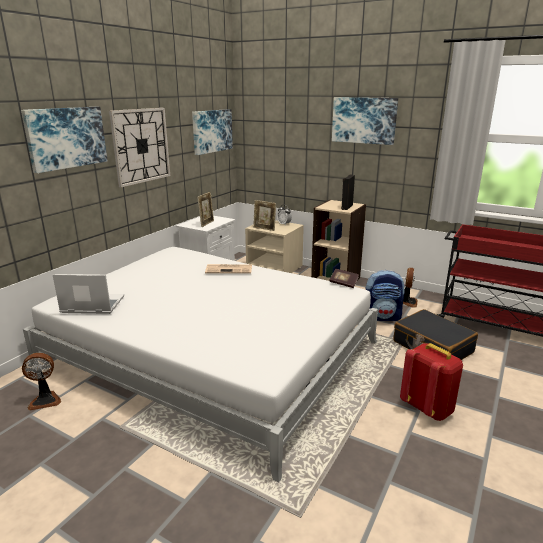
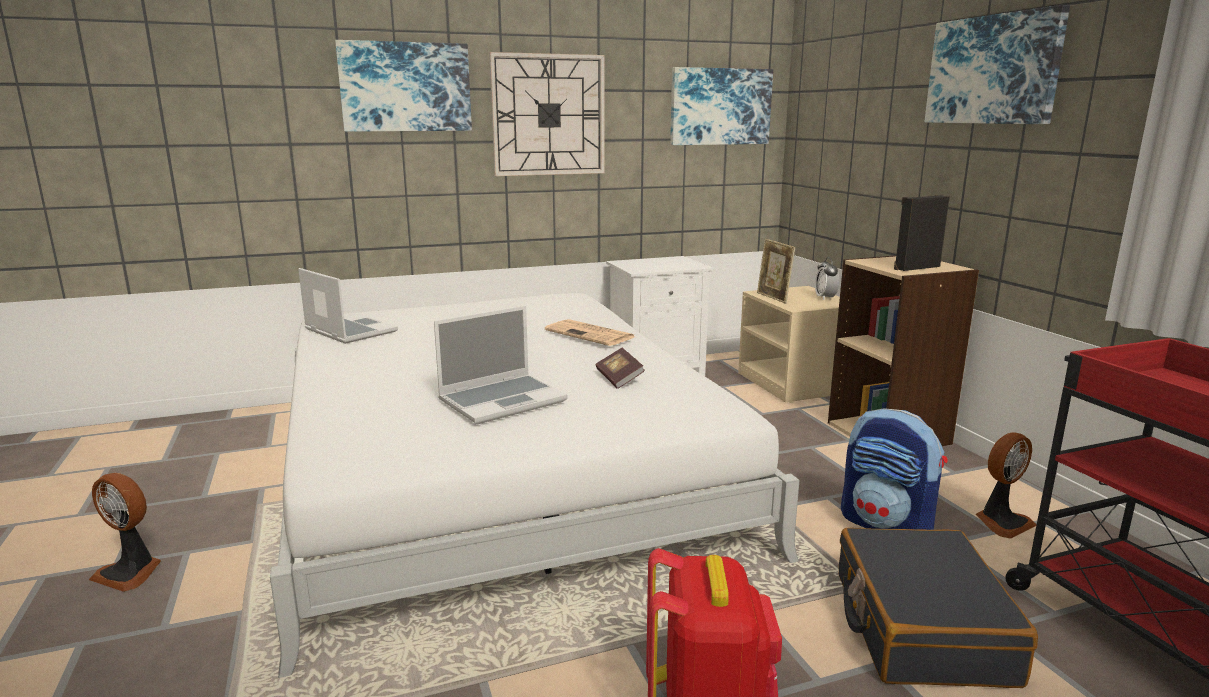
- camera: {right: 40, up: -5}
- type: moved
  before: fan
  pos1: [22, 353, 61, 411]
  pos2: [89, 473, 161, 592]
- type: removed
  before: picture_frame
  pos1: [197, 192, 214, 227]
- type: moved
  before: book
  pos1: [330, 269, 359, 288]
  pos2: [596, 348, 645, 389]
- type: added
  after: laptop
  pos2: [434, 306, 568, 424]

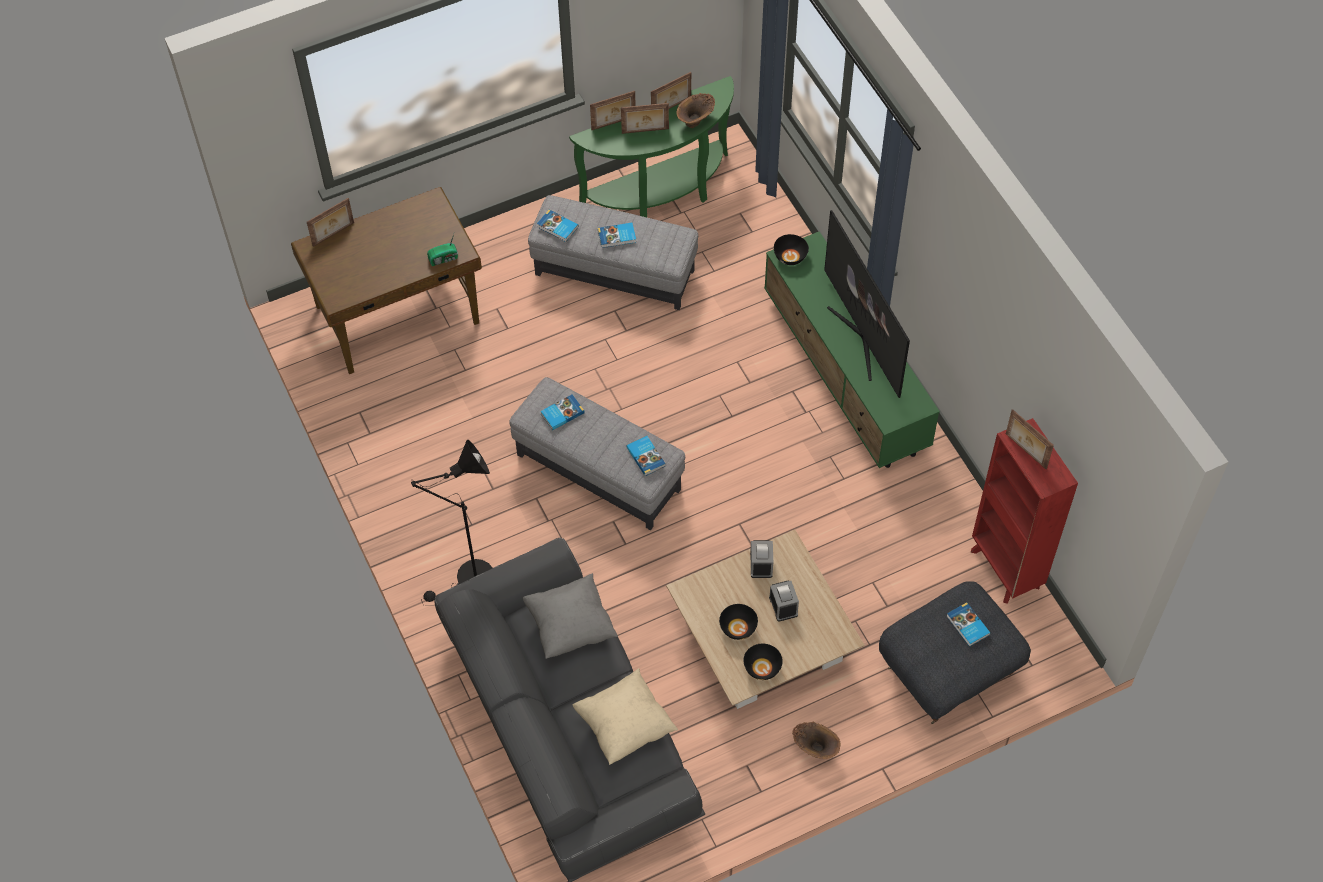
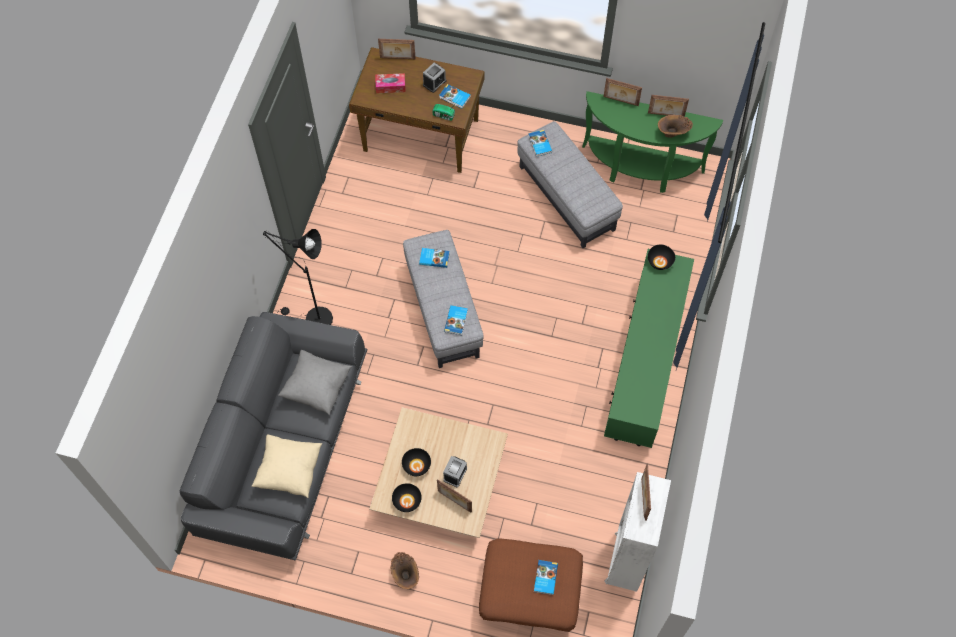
- camera: {right: 40, up: 5}
- type: moved
  before: book
  pos1: [598, 223, 636, 248]
  pos2: [439, 84, 471, 108]
- type: moved
  before: picture_frame
  pos1: [621, 103, 669, 134]
  pos2: [437, 479, 472, 513]
- type: moved
  before: alarm_clock
  pos1: [750, 540, 773, 578]
  pos2: [423, 63, 446, 93]
- type: removed
  before: television
  pos1: [824, 210, 910, 398]
- type: recoloured
  before: grey_ottoman
  after: brown_ottoman
  pos1: [879, 581, 1031, 724]
  pos2: [479, 539, 583, 632]
- type: recoloured
  before: red_bookcase
  after: white_bookcase
  pos1: [971, 418, 1078, 604]
  pos2: [605, 472, 671, 592]
- type: added
  after: tissue_box
  pos2: [375, 73, 406, 93]

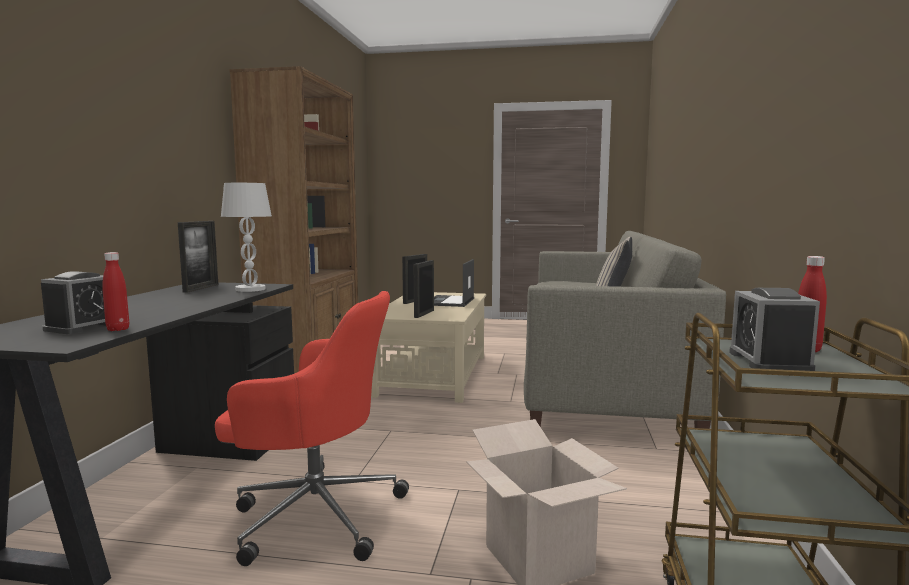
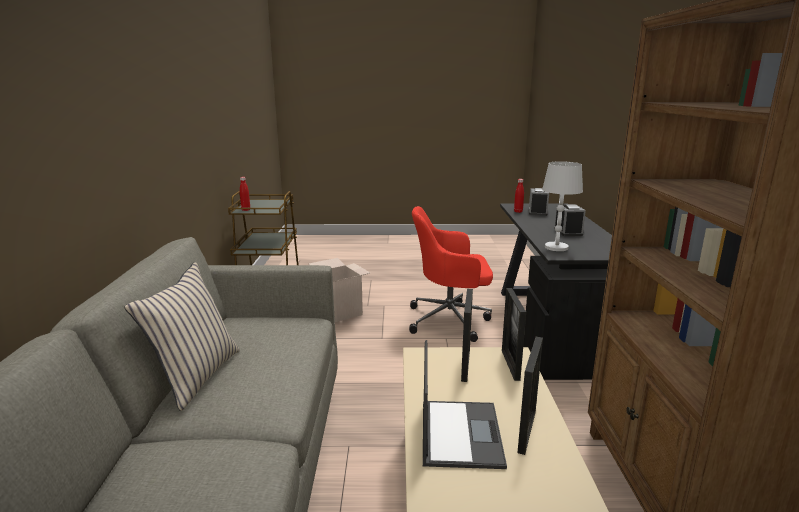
- camera: {right: 170, up: 10}
- type: moved
  before: picture_frame
  pos1: [178, 221, 218, 293]
  pos2: [502, 288, 526, 381]
- type: moved
  before: alarm_clock
  pos1: [729, 288, 820, 371]
  pos2: [554, 204, 586, 236]

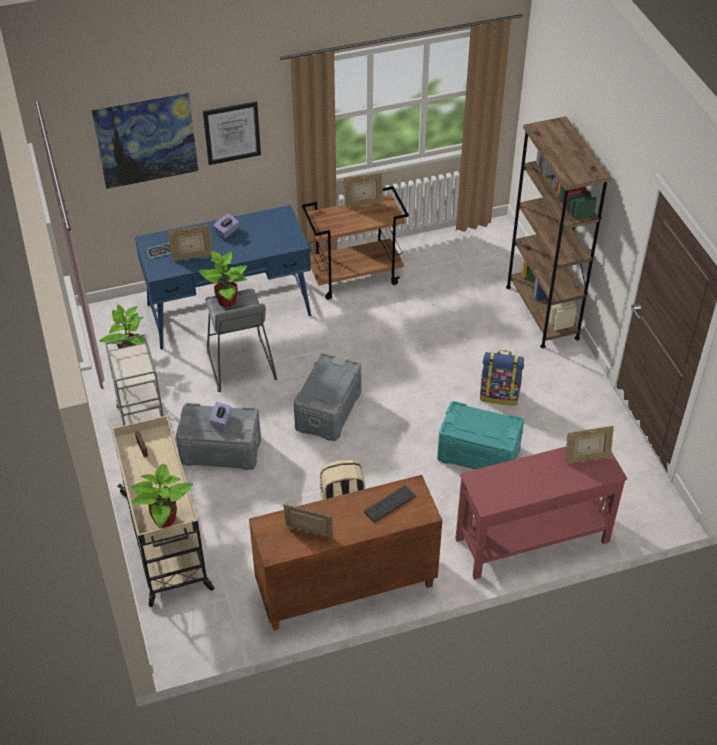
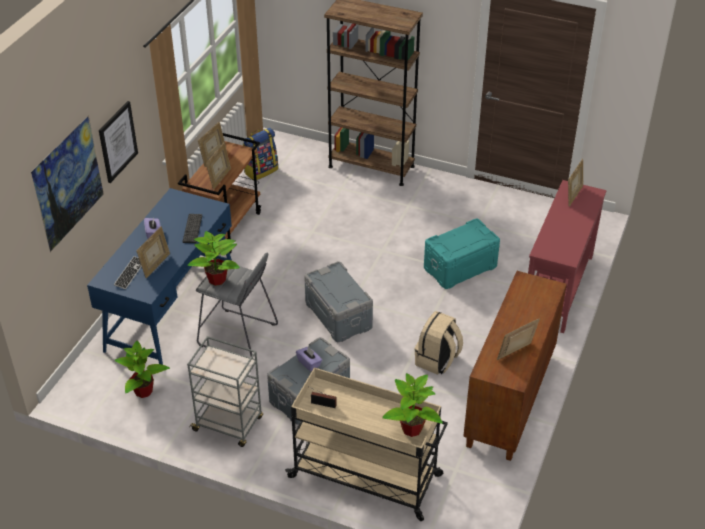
- camera: {right: -50, up: -5}
- type: moved
  before: keyboard
  pos1: [364, 485, 416, 523]
  pos2: [183, 214, 202, 243]
- type: moved
  before: backpack
  pos1: [480, 350, 524, 405]
  pos2: [243, 128, 278, 180]
- type: added
  after: picture_frame
  pos2: [206, 143, 231, 190]

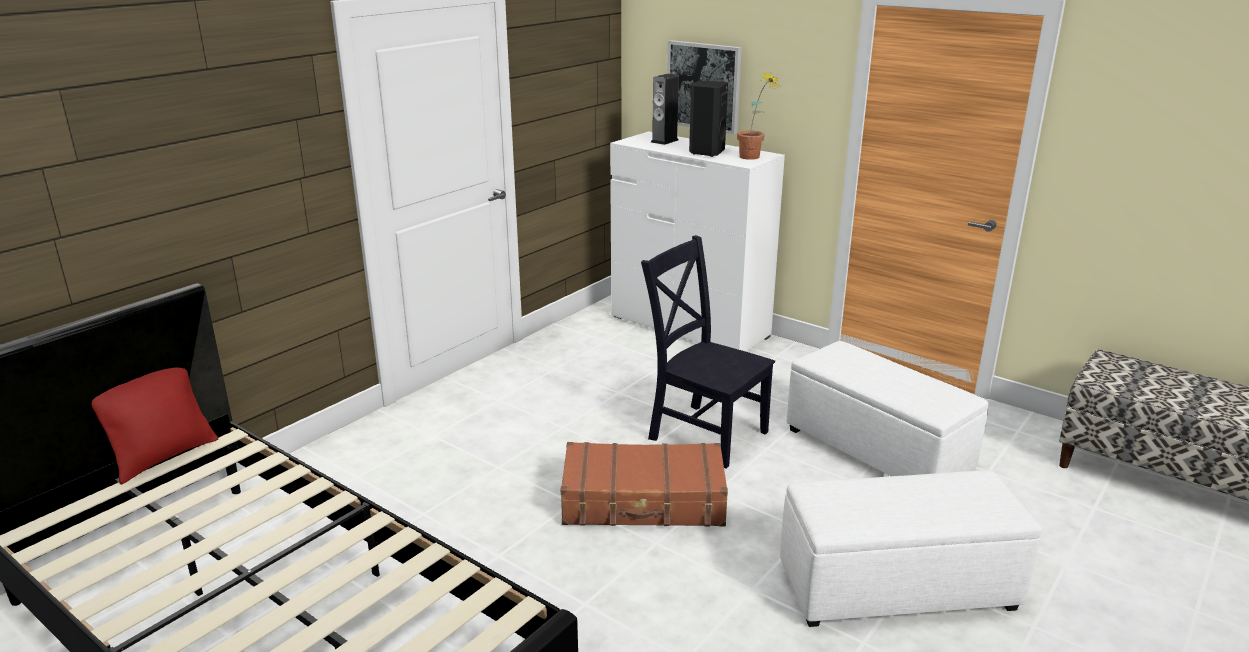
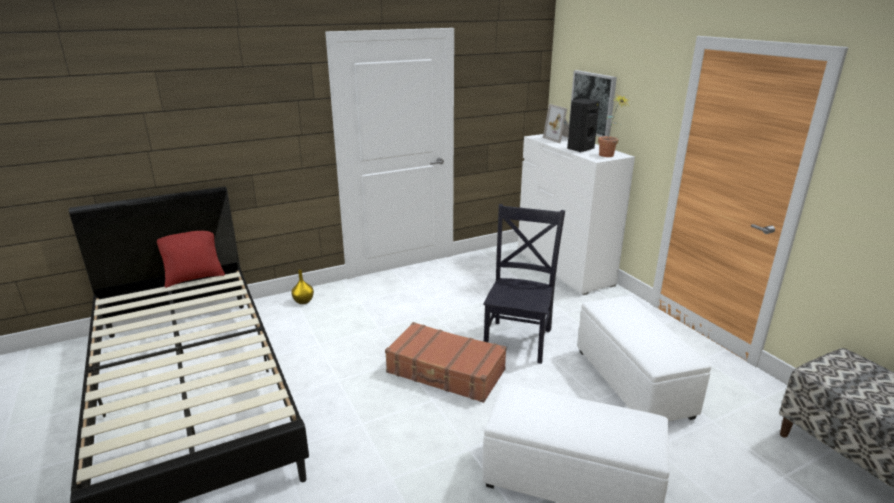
- camera: {right: 25, up: 0}
- type: turned
  before: black_chair
  pos1: [641, 235, 775, 469]
  pos2: [484, 204, 565, 364]
  turn: 45
- type: replaced
  before: speaker
  after: picture_frame
  pos1: [651, 74, 679, 145]
  pos2: [543, 104, 569, 143]
- type: added
  after: yellow_vase
  pos2: [291, 270, 314, 304]

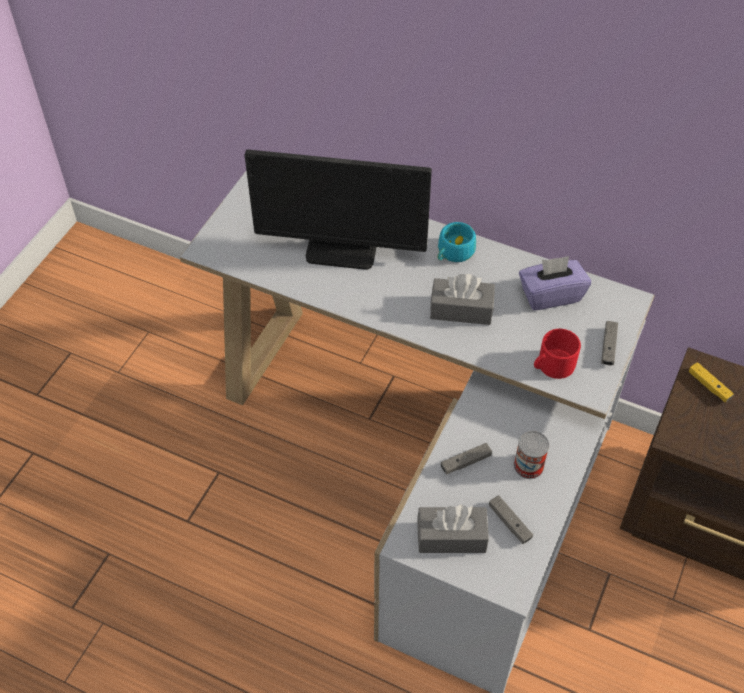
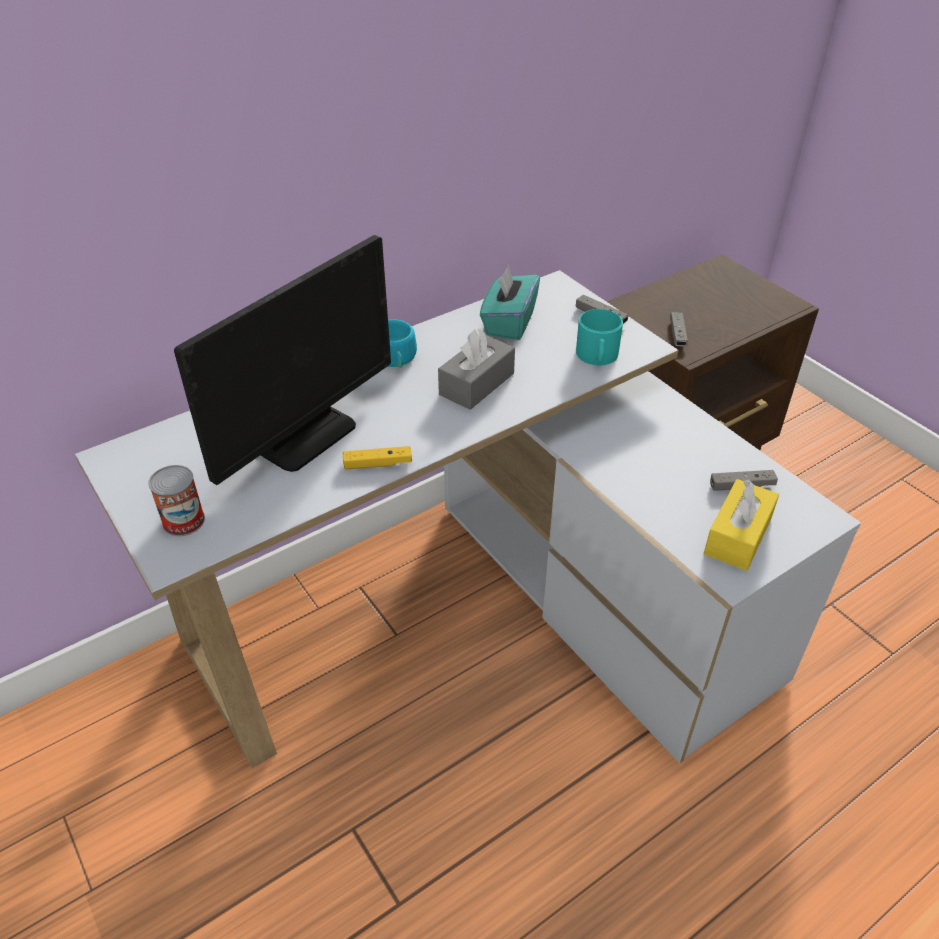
- camera: {right: -60, up: -10}
- type: recoloured
  before: grey_tissue_box
  after: yellow_tissue_box
  pos1: [417, 505, 489, 553]
  pos2: [704, 479, 779, 571]
- type: moved
  before: grey_game_controller
  pos1: [441, 443, 492, 475]
  pos2: [670, 312, 688, 346]
- type: moved
  before: can
  pos1: [514, 431, 549, 479]
  pos2: [148, 465, 205, 536]
- type: recoloured
  before: purple_tissue_box
  after: turquoise_tissue_box
  pos1: [519, 256, 591, 310]
  pos2: [480, 265, 540, 340]
- type: recoloured
  before: red_mug
  after: turquoise_mug
  pos1: [534, 329, 581, 379]
  pos2: [576, 309, 623, 366]
- type: moved
  before: yellow_game_controller
  pos1: [689, 362, 734, 402]
  pos2: [343, 446, 412, 469]

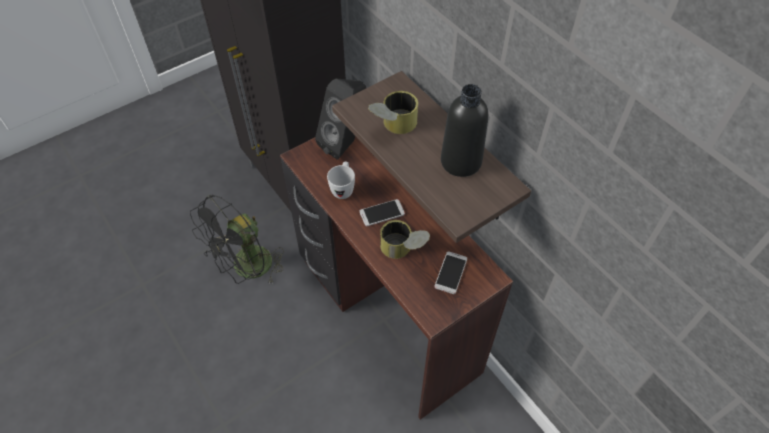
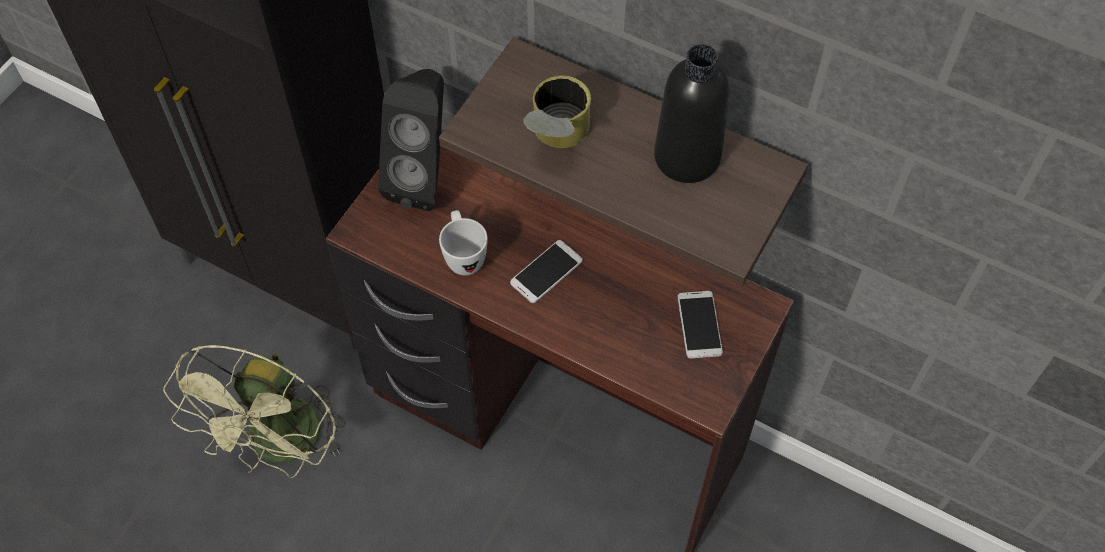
- camera: {right: -25, up: 5}
- type: recoloured
  before: black_fan
  after: green_fan
  pos1: [190, 194, 284, 285]
  pos2: [163, 345, 346, 478]
- type: removed
  before: can
  pos1: [380, 220, 430, 259]

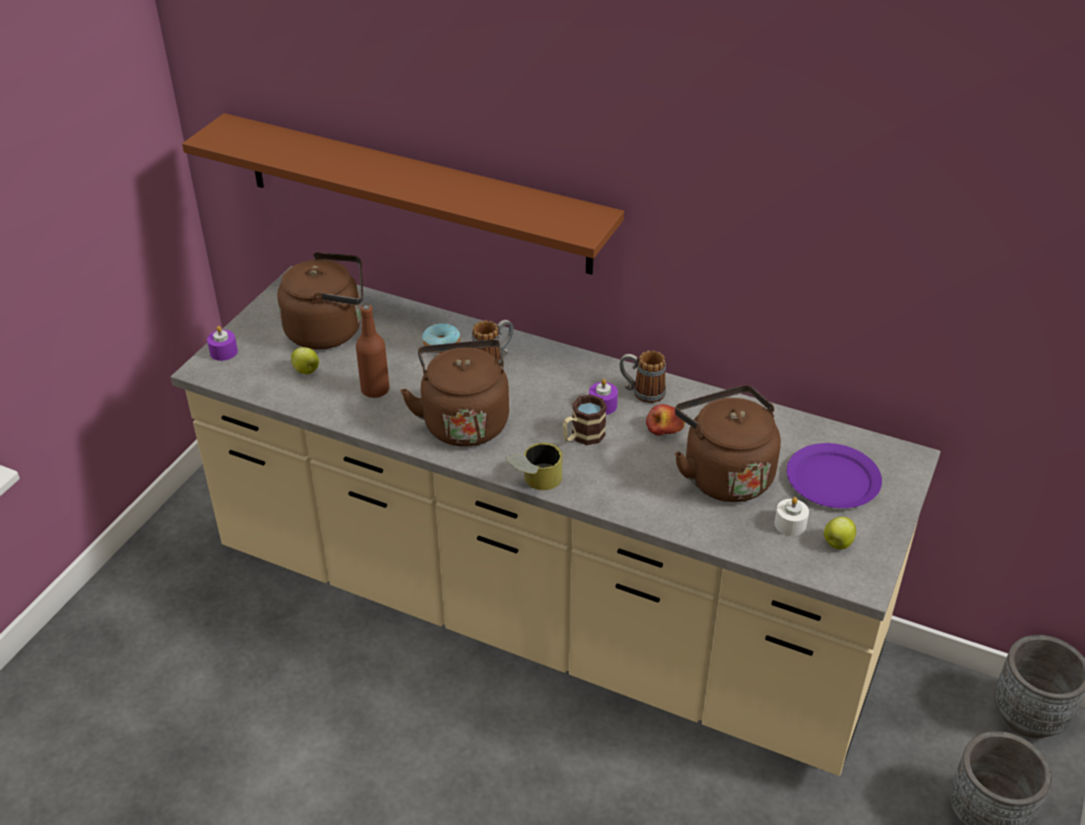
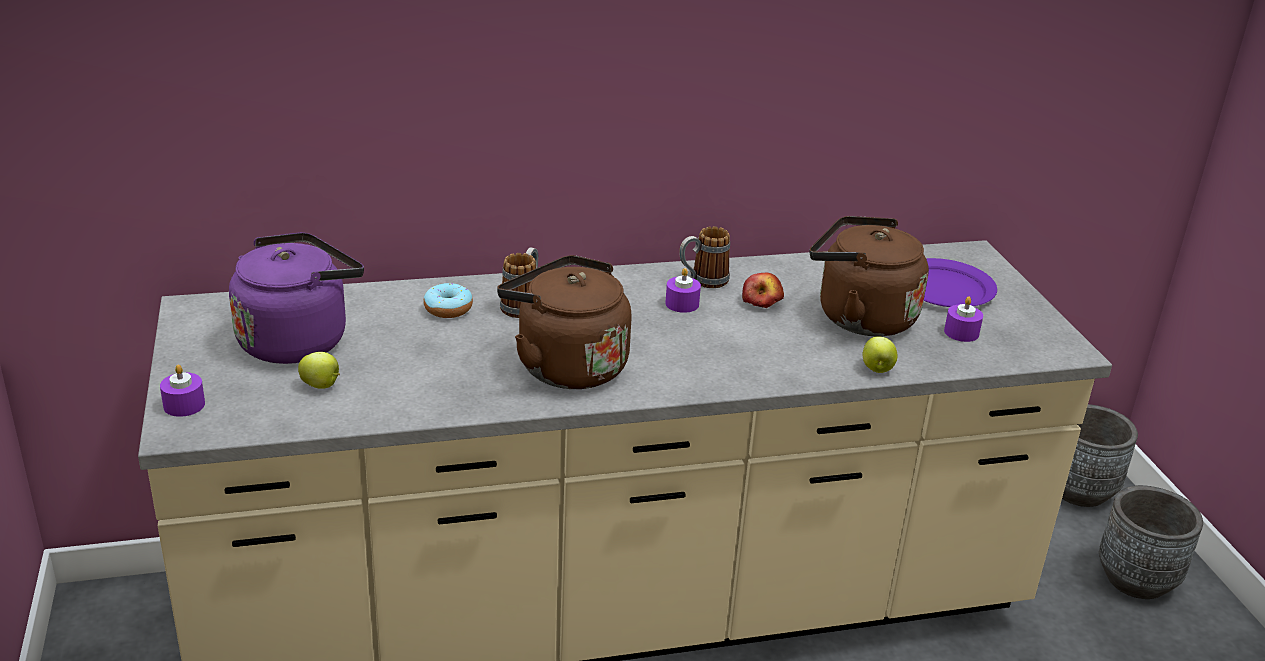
- camera: {right: -40, up: -10}
- type: removed
  before: brown_shelf
  pos1: [182, 113, 624, 275]
- type: recoloured
  before: brown_kettle
  after: purple_kettle
  pos1: [277, 252, 363, 350]
  pos2: [229, 232, 364, 364]
- type: removed
  before: brown_bottle
  pos1: [356, 304, 389, 398]
- type: removed
  before: can
  pos1: [506, 443, 563, 490]
- type: removed
  before: mug
  pos1: [563, 395, 607, 445]
- type: recoloured
  before: white_candle
  after: purple_candle
  pos1: [774, 497, 809, 536]
  pos2: [944, 296, 983, 342]
- type: moved
  before: apple
  pos1: [824, 517, 856, 549]
  pos2: [863, 337, 897, 373]

